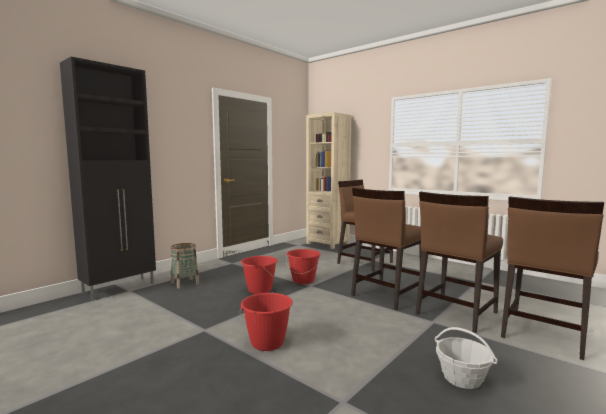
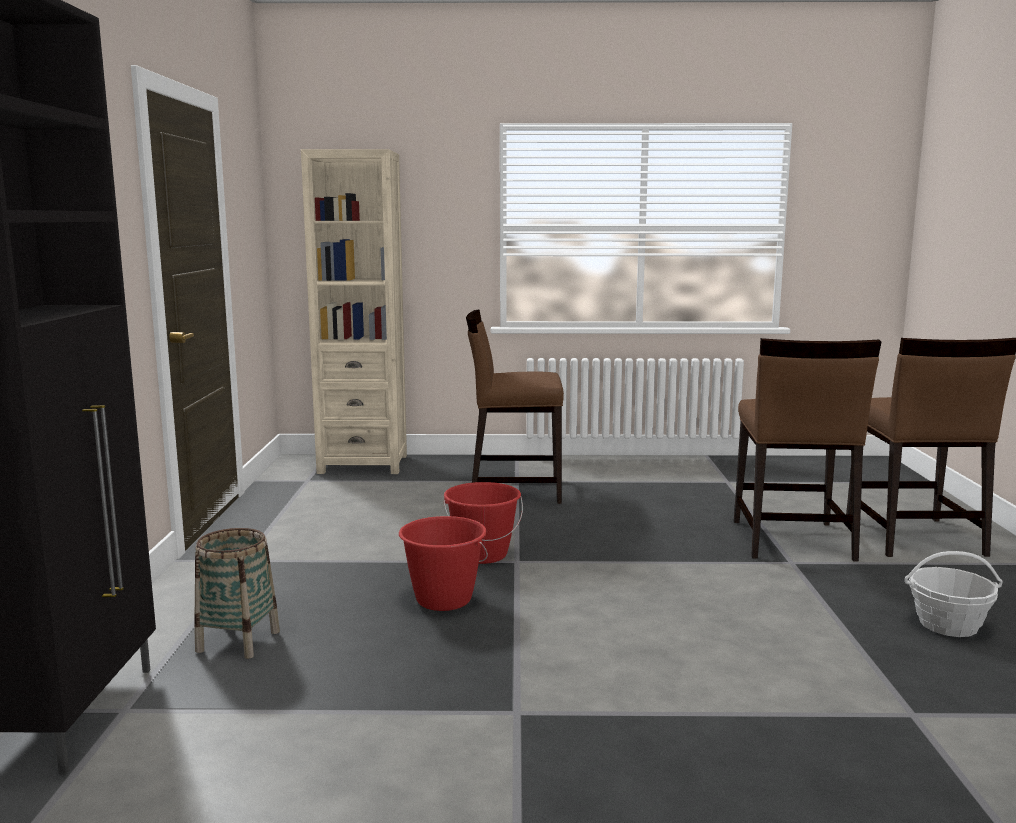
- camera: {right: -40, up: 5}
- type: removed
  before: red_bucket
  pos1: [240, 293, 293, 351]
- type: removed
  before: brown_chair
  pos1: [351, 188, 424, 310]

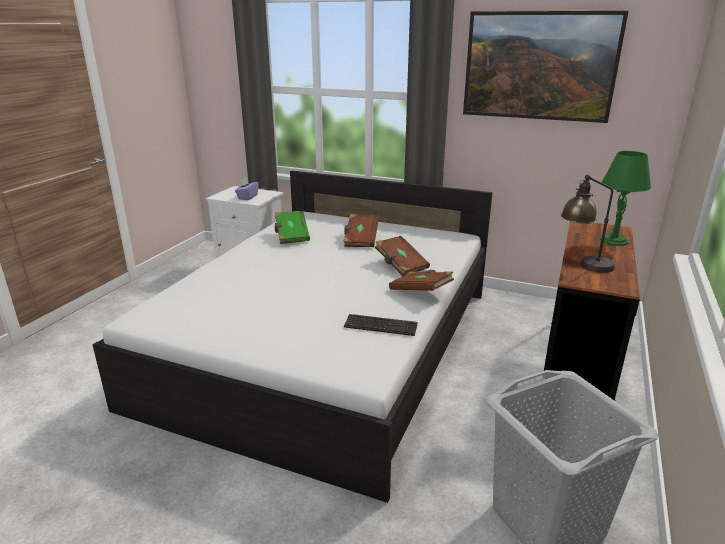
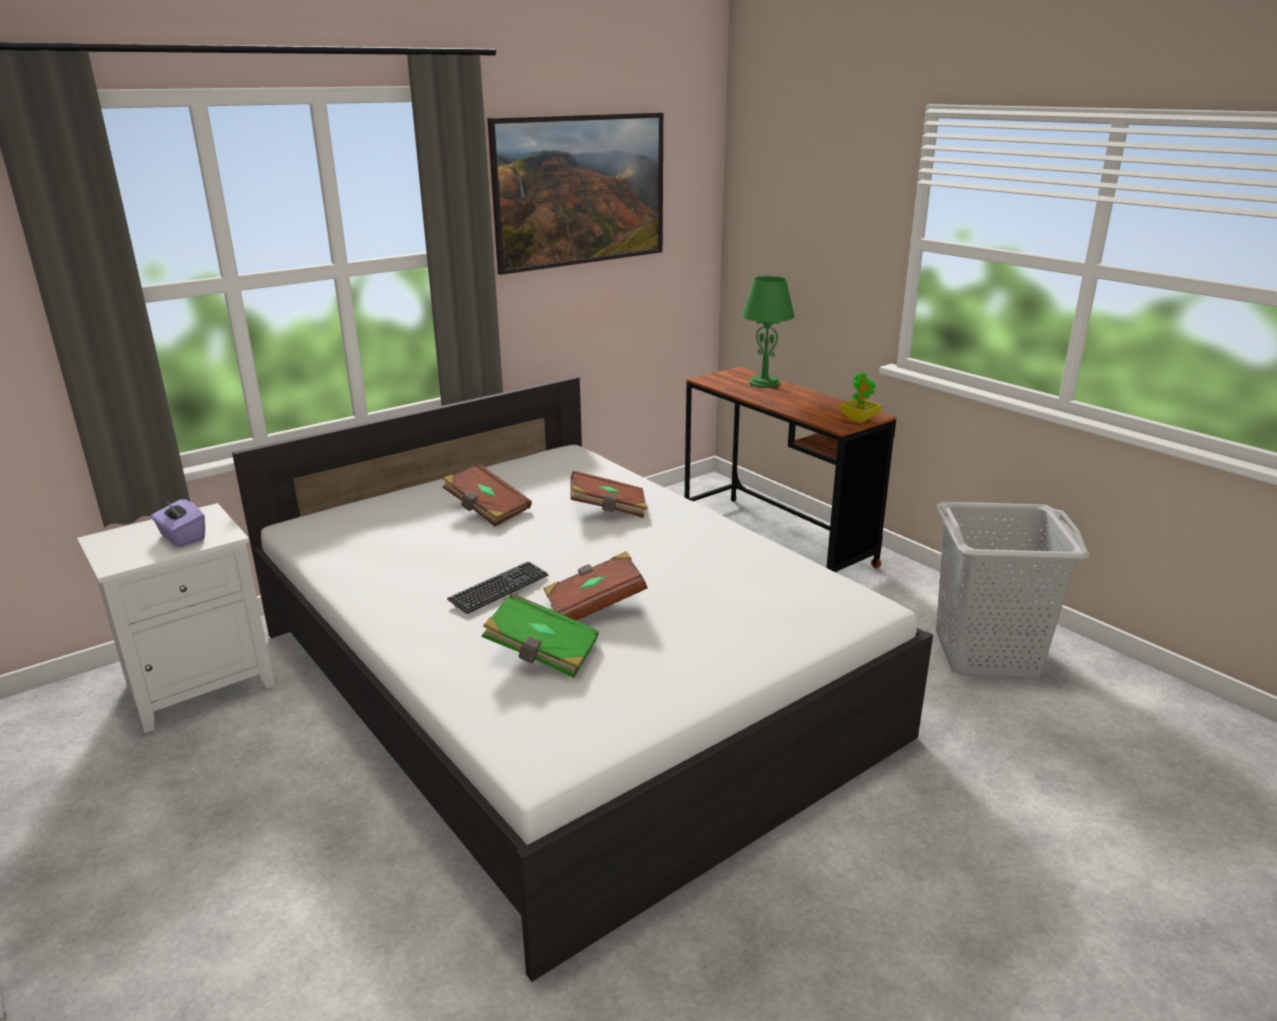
- camera: {right: -60, up: 0}
- type: moved
  before: green_book
  pos1: [275, 211, 310, 244]
  pos2: [482, 593, 599, 678]
- type: moved
  before: keyboard
  pos1: [344, 314, 418, 336]
  pos2: [447, 561, 548, 614]
- type: moved
  before: brown_book
  pos1: [389, 270, 454, 291]
  pos2: [544, 551, 648, 621]
- type: removed
  before: table_lamp
  pos1: [561, 175, 615, 273]
- type: added
  after: potted_plant
  pos2: [840, 372, 882, 423]

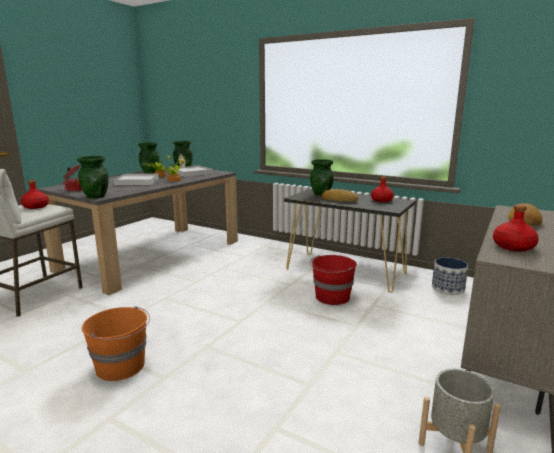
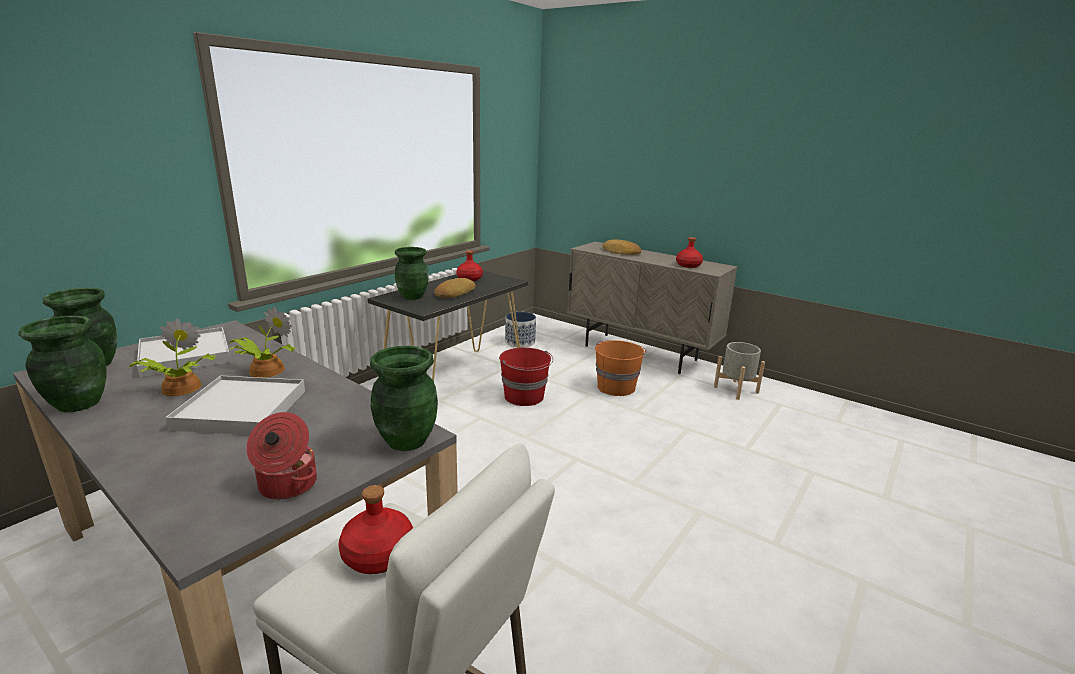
- camera: {right: -85, up: 5}
- type: moved
  before: orange_bucket
  pos1: [82, 306, 150, 381]
  pos2: [595, 340, 646, 396]

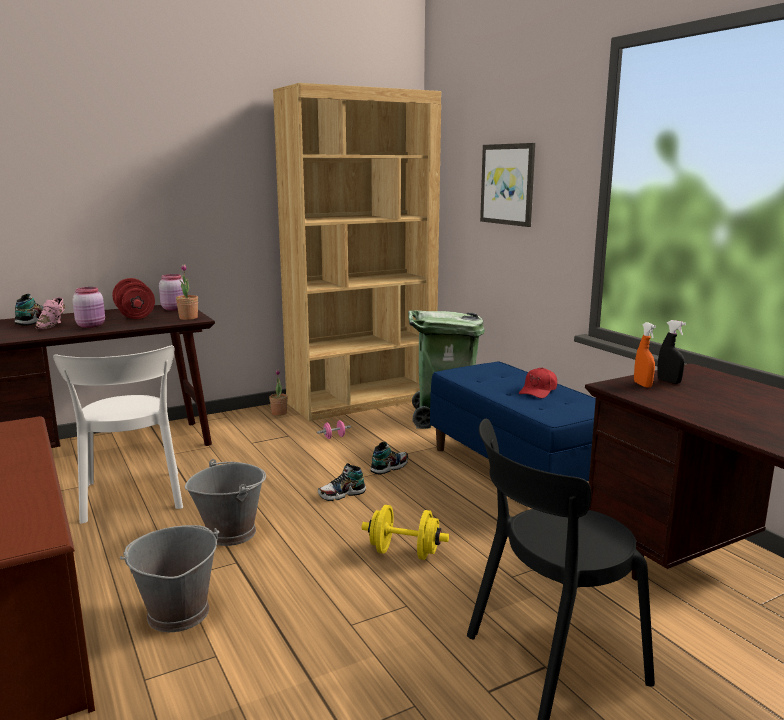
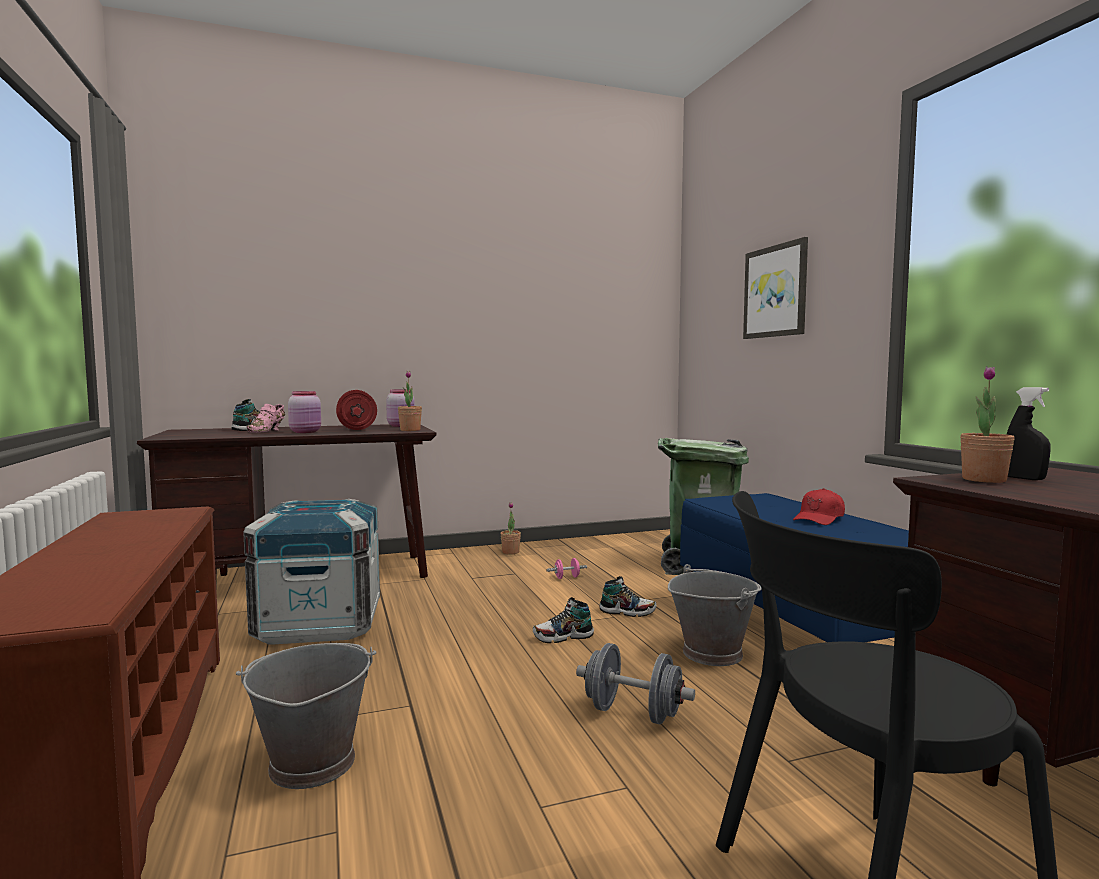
- camera: {right: 10, up: -10}
- type: replaced
  before: white_chair
  after: crate
  pos1: [53, 345, 183, 524]
  pos2: [243, 499, 380, 645]
- type: moved
  before: grey_bucket
  pos1: [185, 459, 266, 546]
  pos2: [668, 564, 762, 666]
- type: removed
  before: brown_bookcase
  pos1: [273, 83, 441, 421]
- type: recoloured
  before: yellow_dumbbell
  after: grey_dumbbell
  pos1: [362, 505, 449, 560]
  pos2: [576, 643, 695, 724]
- type: turned
  before: shoe
  pos1: [370, 442, 408, 475]
  pos2: [599, 576, 656, 617]
  turn: 45
- type: replaced
  before: orange_spray_bottle
  after: potted_plant
  pos1: [634, 322, 656, 388]
  pos2: [960, 366, 1015, 483]

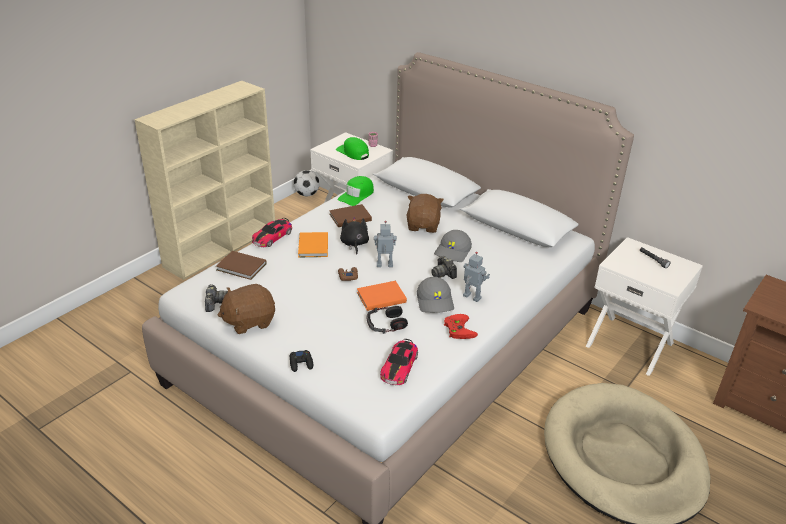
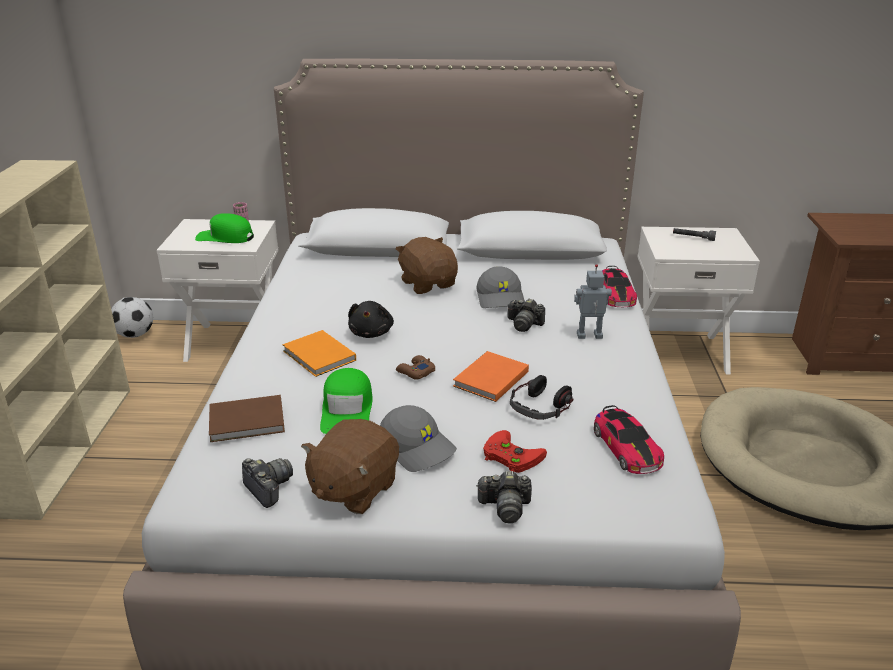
- camera: {right: -35, up: -5}
- type: moved
  before: toy_car
  pos1: [252, 218, 292, 247]
  pos2: [602, 266, 637, 307]
- type: replaced
  before: black_game_controller
  after: photo_camera
  pos1: [290, 350, 313, 372]
  pos2: [476, 471, 532, 523]
- type: removed
  before: brown_book
  pos1: [329, 204, 372, 227]
- type: moved
  before: green_cap
  pos1: [338, 176, 374, 206]
  pos2: [320, 368, 373, 434]
- type: turned
  before: black_plush_toy
  pos1: [340, 217, 369, 255]
  pos2: [348, 301, 394, 338]
  turn: -135
- type: removed
  before: toy_robot
  pos1: [374, 221, 397, 267]
- type: moved
  before: grey_cap
  pos1: [417, 277, 454, 313]
  pos2: [380, 405, 457, 472]
- type: moved
  before: red_game_controller
  pos1: [444, 314, 478, 339]
  pos2: [483, 430, 547, 473]

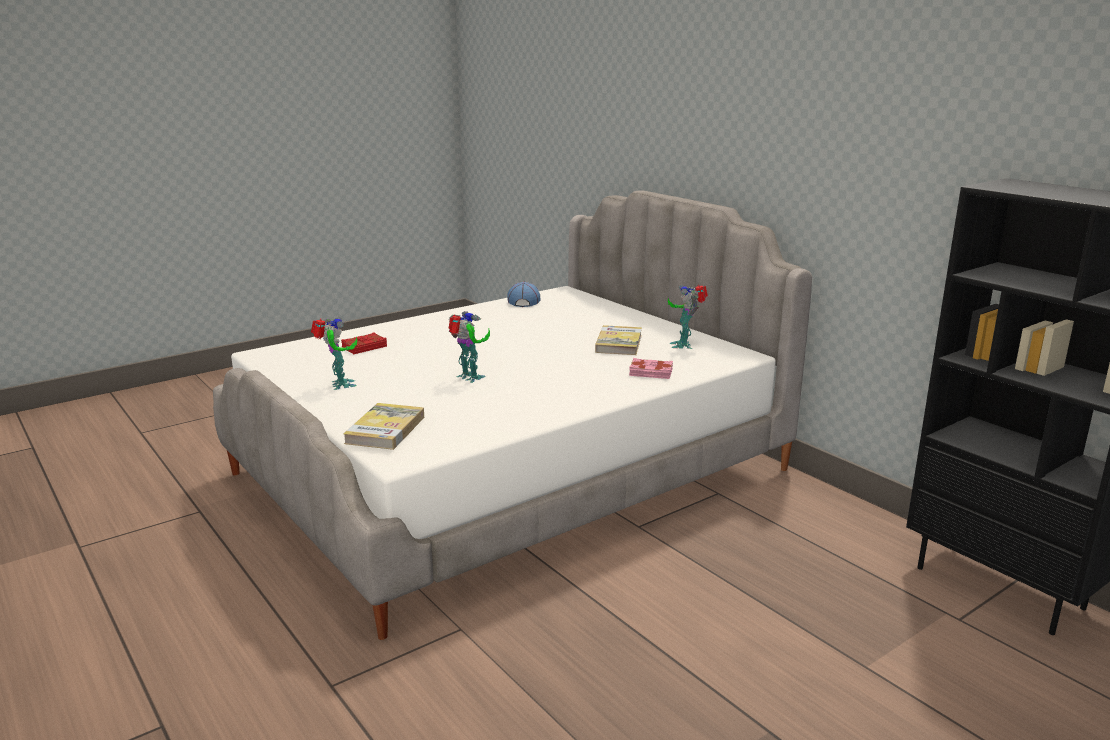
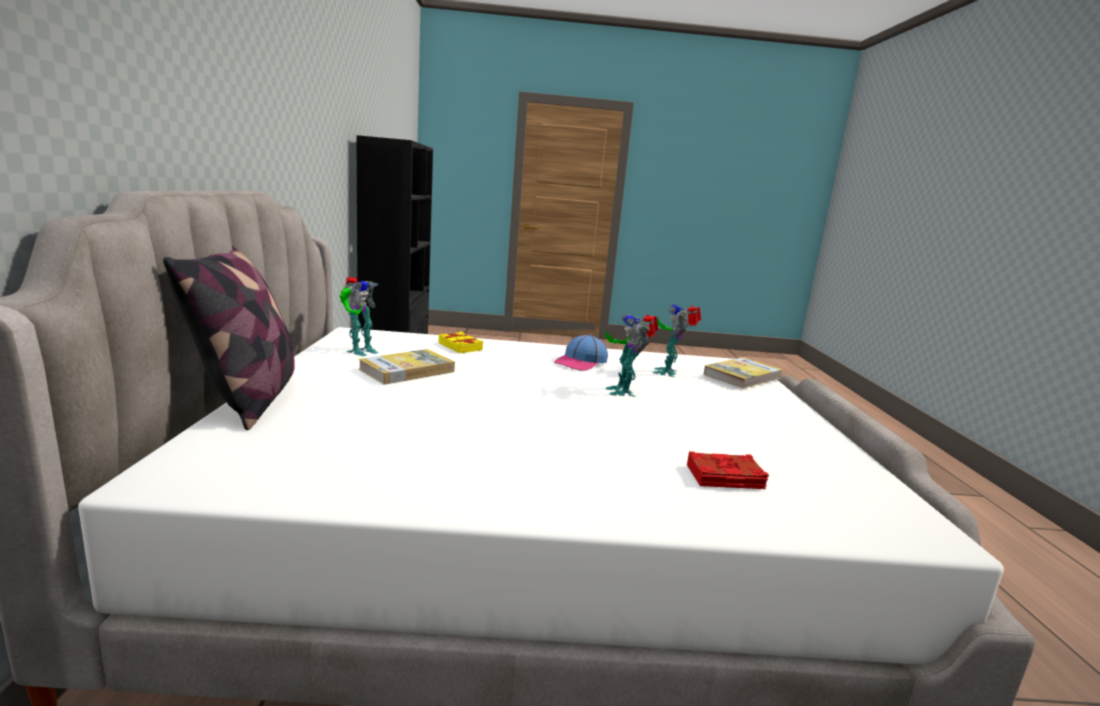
- camera: {right: -145, up: -5}
- type: moved
  before: toy_robot
  pos1: [311, 317, 357, 390]
  pos2: [652, 304, 701, 377]
- type: moved
  before: cap
  pos1: [507, 282, 541, 307]
  pos2: [554, 334, 608, 371]
- type: recoloured
  before: pink_book
  after: yellow_book
  pos1: [629, 358, 673, 379]
  pos2: [438, 332, 483, 353]
- type: added
  after: pillow
  pos2: [163, 246, 295, 430]

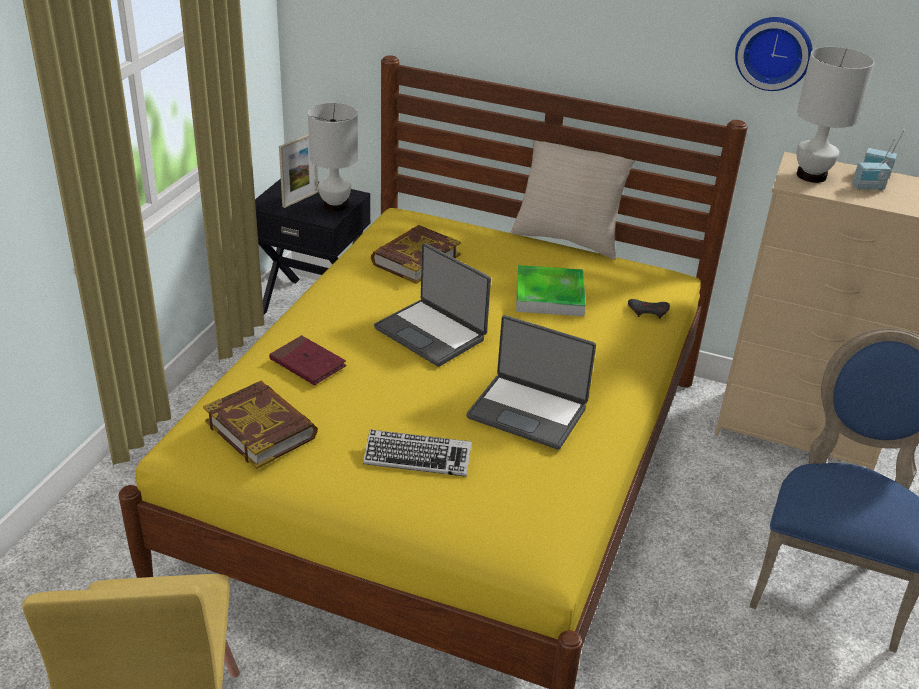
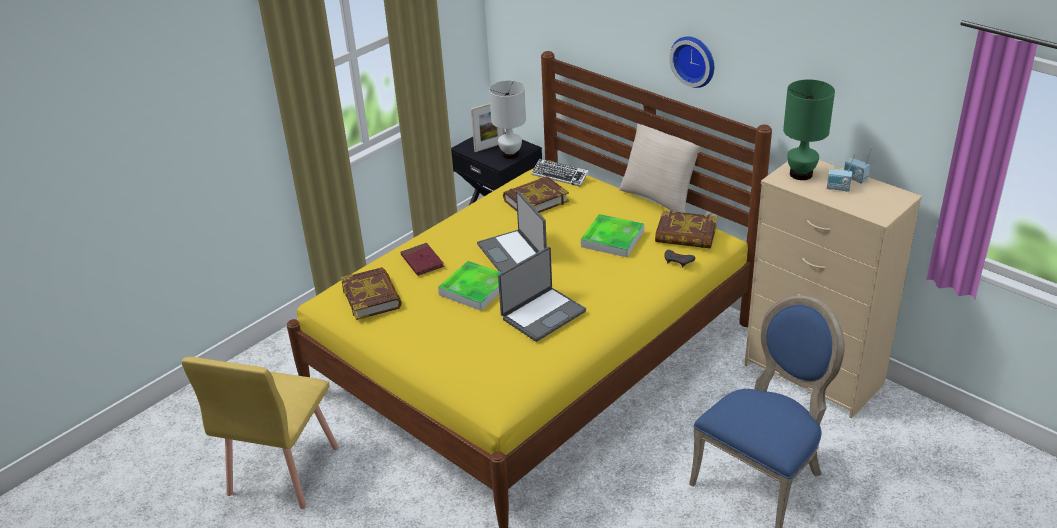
- camera: {right: 25, up: 0}
- type: moved
  before: keyboard
  pos1: [363, 430, 472, 477]
  pos2: [531, 159, 589, 187]
- type: turned
  before: laptop
  pos1: [467, 315, 596, 450]
  pos2: [498, 247, 586, 342]
  turn: -90
- type: moved
  before: wall_clock
  pos1: [735, 17, 813, 91]
  pos2: [669, 36, 714, 88]
- type: recoloured
  before: white_table_lamp
  after: green_table_lamp
  pos1: [797, 47, 874, 183]
  pos2: [783, 79, 835, 180]
- type: added
  after: tray
  pos2: [438, 261, 501, 311]
- type: added
  after: book
  pos2: [655, 210, 718, 249]

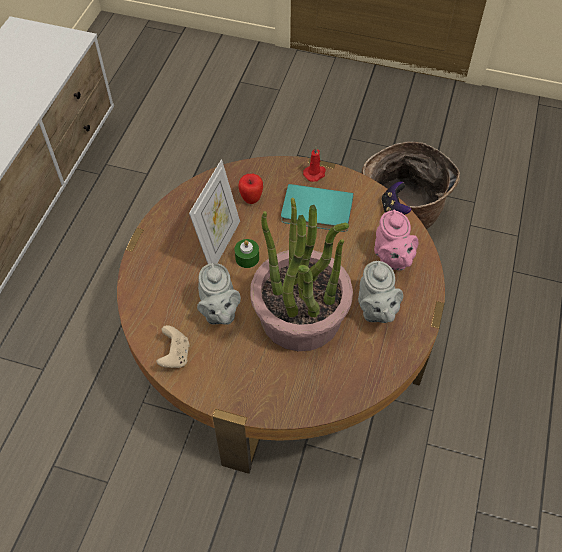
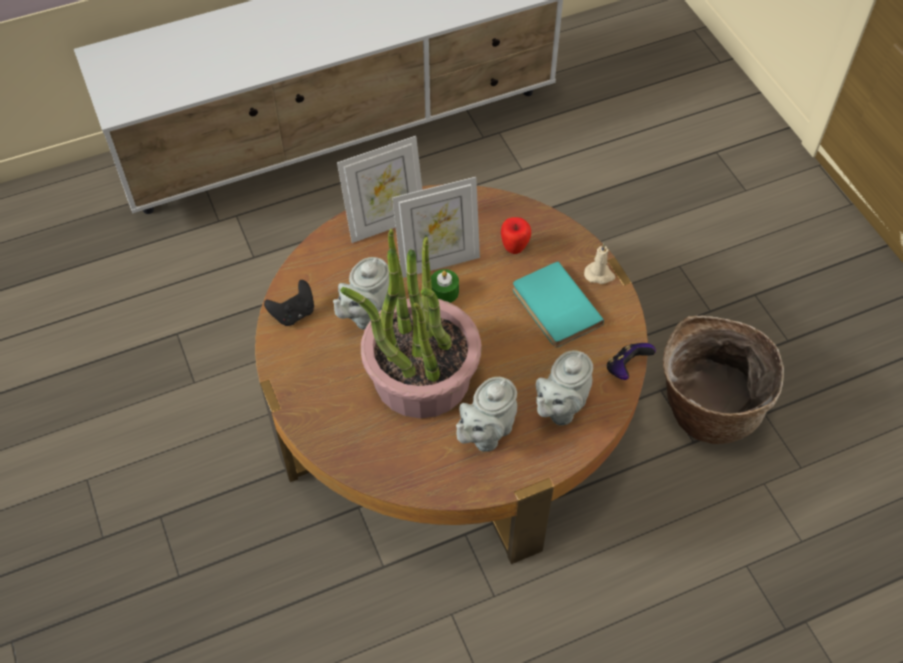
- camera: {right: 50, up: 0}
- type: recoloured
  before: beige_game_controller
  after: black_game_controller
  pos1: [156, 325, 189, 368]
  pos2: [264, 280, 314, 326]
- type: recoloured
  before: red_candle
  after: beige_candle
  pos1: [303, 147, 326, 182]
  pos2: [584, 243, 616, 284]
- type: recoloured
  before: pink_teapot
  after: grey_teapot
  pos1: [374, 210, 418, 271]
  pos2: [536, 350, 593, 425]
- type: added
  after: picture_frame
  pos2: [337, 136, 422, 243]

